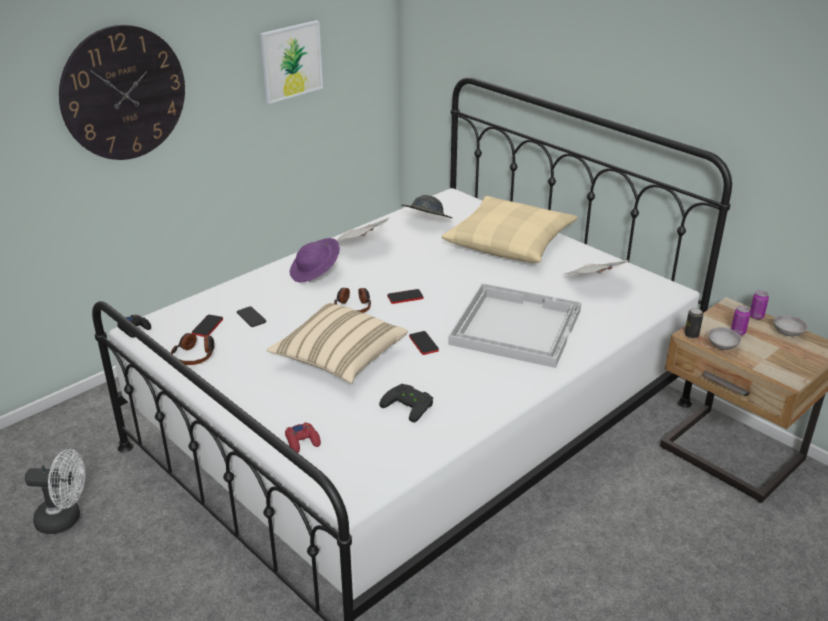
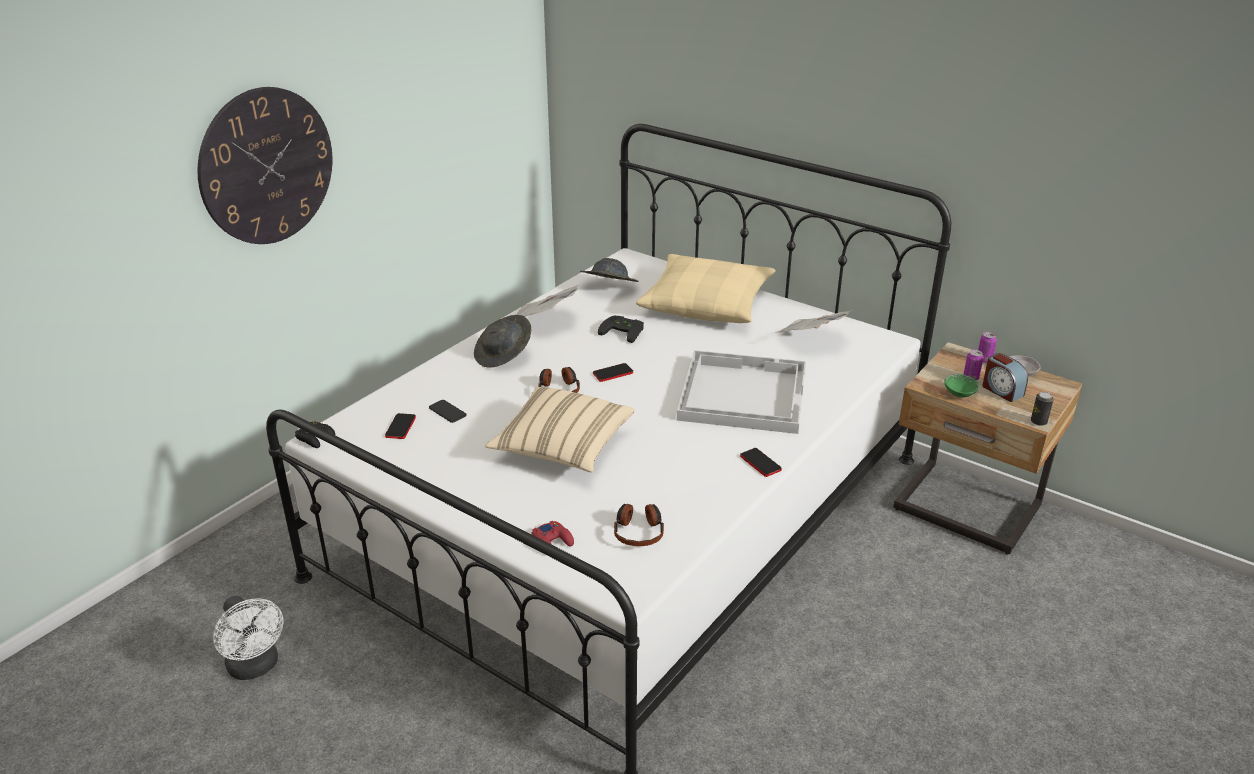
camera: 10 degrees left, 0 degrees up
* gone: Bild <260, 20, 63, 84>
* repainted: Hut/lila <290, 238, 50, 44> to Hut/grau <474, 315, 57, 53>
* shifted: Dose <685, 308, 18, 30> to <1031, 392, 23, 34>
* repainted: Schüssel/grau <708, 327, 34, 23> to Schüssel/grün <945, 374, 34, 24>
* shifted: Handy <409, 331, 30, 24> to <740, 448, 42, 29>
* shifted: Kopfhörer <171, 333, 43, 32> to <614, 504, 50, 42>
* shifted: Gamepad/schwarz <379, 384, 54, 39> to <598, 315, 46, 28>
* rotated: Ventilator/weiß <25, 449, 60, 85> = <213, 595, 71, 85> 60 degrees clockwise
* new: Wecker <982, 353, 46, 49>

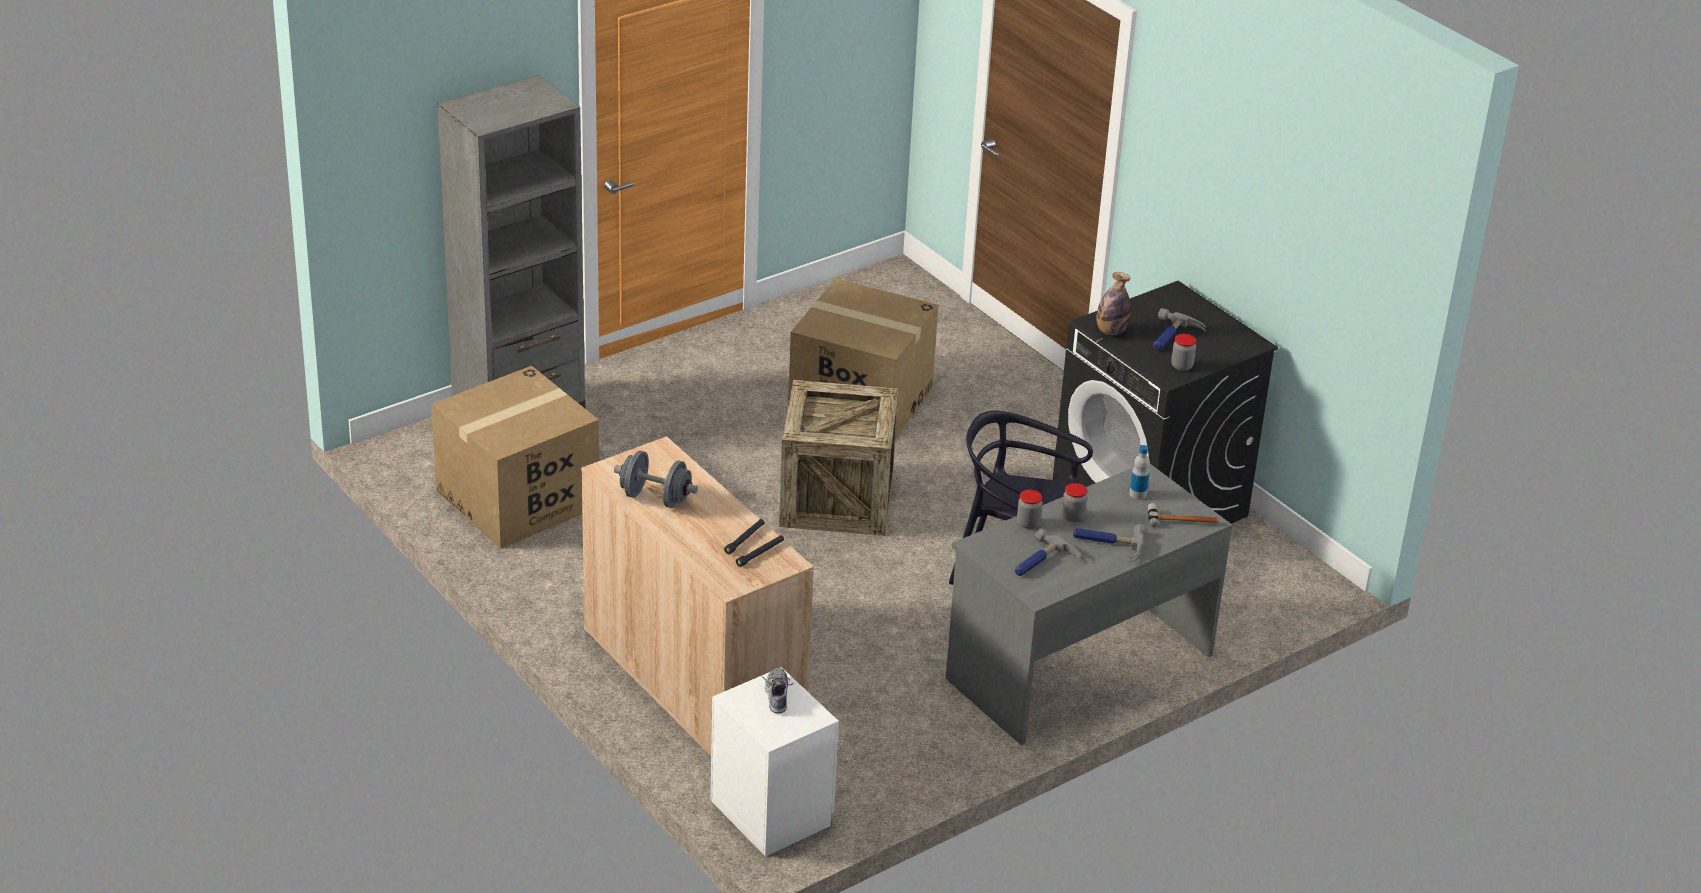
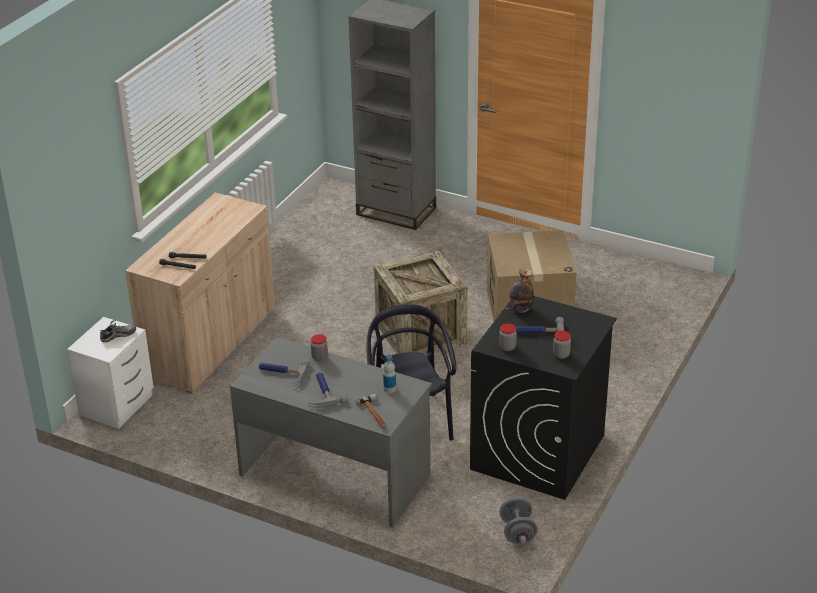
camera: 65 degrees right, 0 degrees up
* gone: Karton <431, 366, 168, 183>
* shifted: Hantel/grau <614, 450, 84, 58> to <499, 497, 39, 48>
* shifted: Vorratsglas <1062, 483, 26, 39> to <553, 331, 18, 28>

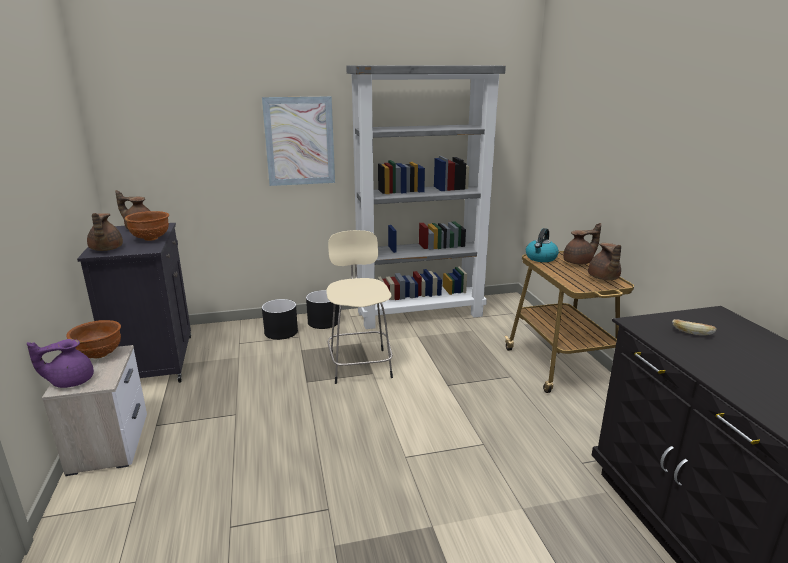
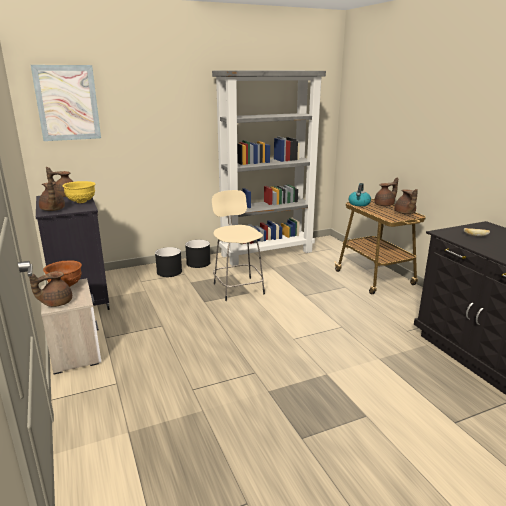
camera: 10 degrees left, 0 degrees up
* shifted: Bild <262, 96, 73, 90> to <31, 65, 70, 76>
* repainted: Schüssel/braun <125, 211, 44, 30> to Schüssel/gelb <63, 181, 33, 22>
* repainted: Teekanne/lila <27, 339, 67, 49> to Teekanne/braun <29, 271, 43, 36>

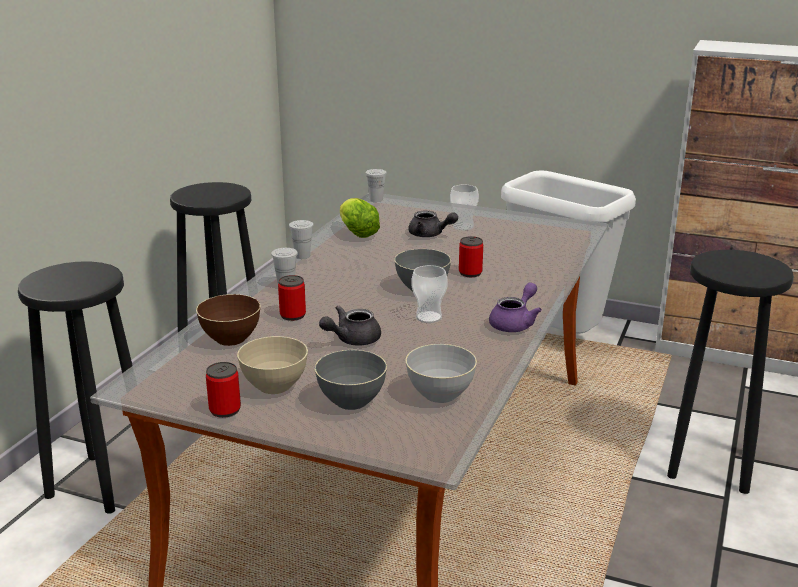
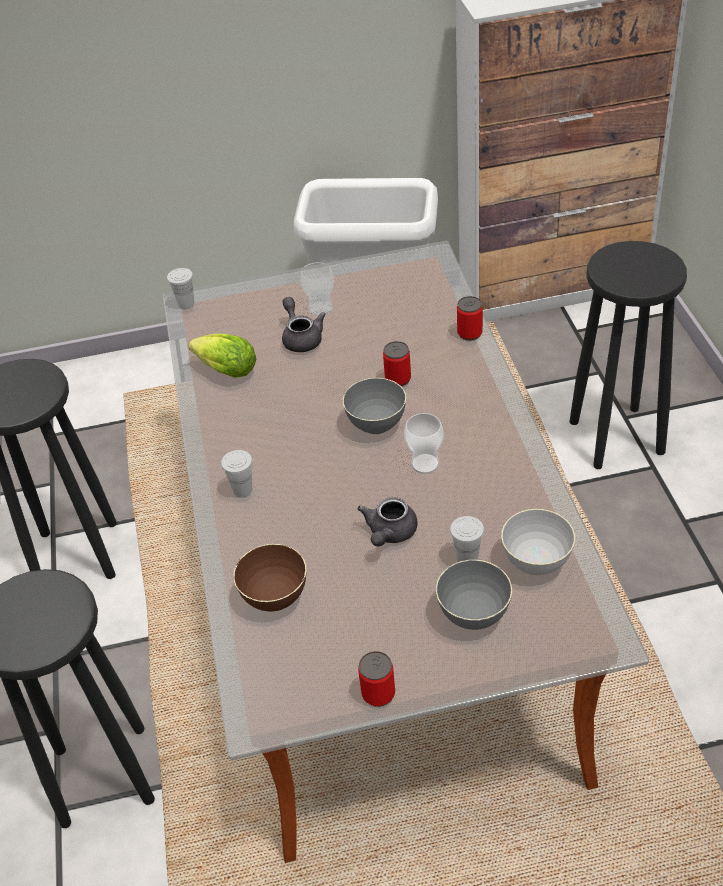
camera: 30 degrees left, 20 degrees up
* rotated: Teekanne/grau <408, 211, 50, 26> = <282, 297, 44, 55> 105 degrees counterclockwise
* shifted: Tasse/weiß <289, 220, 24, 39> to <450, 516, 34, 46>
* shifted: Dose <278, 275, 28, 46> to <457, 296, 26, 45>
* gone: Teekanne/lila <489, 282, 53, 50>
* gone: Schüssel/beige <237, 336, 71, 58>

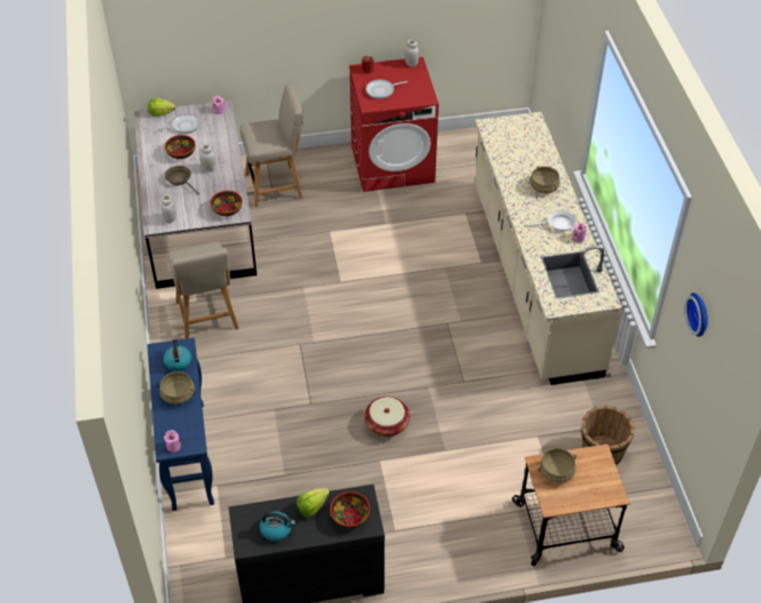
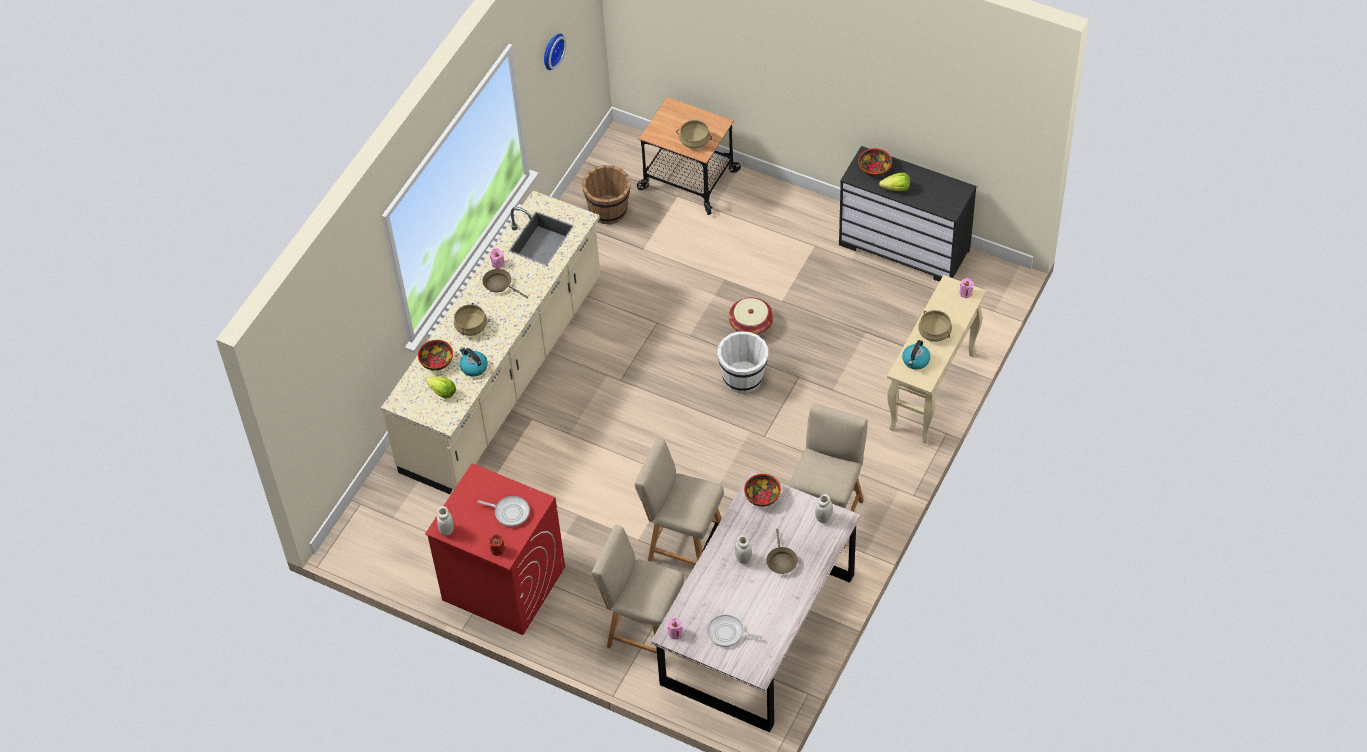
camera: 140 degrees left, 5 degrees up
* shifted: Salatkopf <148, 98, 28, 18> to <425, 376, 31, 23>
* shifted: Schüssel <165, 135, 31, 24> to <418, 340, 35, 31>
* repainted: Pfanne/weiß <527, 210, 49, 22> to Pfanne/braun <482, 269, 46, 29>
* repainted: Konsolentisch/blau <147, 338, 67, 173> to Konsolentisch/beige <887, 275, 99, 169>
* shifted: Wasserkessel <260, 511, 35, 30> to <460, 347, 28, 30>
* new: Eimer/weiß <718, 331, 50, 62>
* new: Stuhl/beige <635, 438, 89, 127>

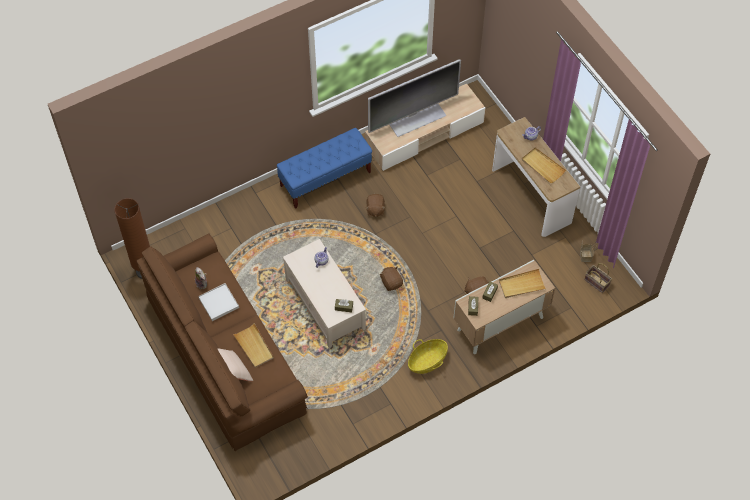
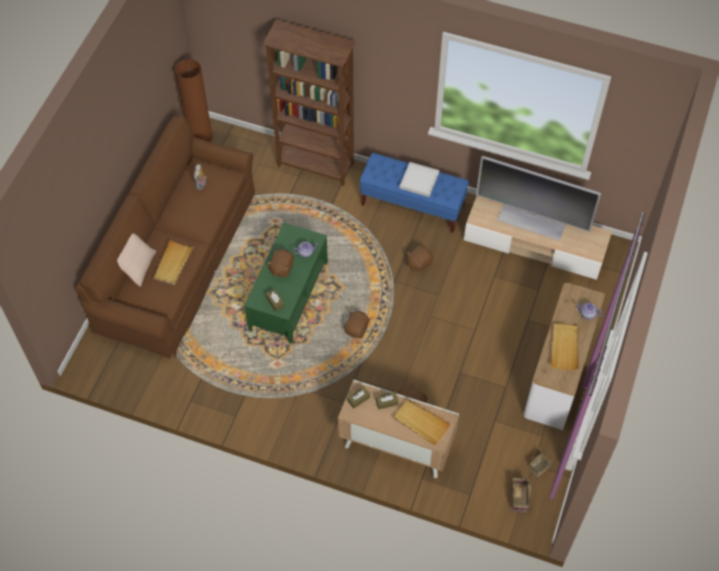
camera: 50 degrees right, 0 degrees up
* repainted: Couchtisch/beige <283, 239, 83, 109> to Couchtisch/grün <244, 223, 84, 120>
* shifted: Tablett/weiß <198, 283, 41, 38> to <399, 162, 40, 35>
* gone: Korb <408, 339, 40, 35>
* new: Bücherregal/braun <262, 20, 94, 166>
* new: Plüschtier/braun <267, 249, 27, 28>

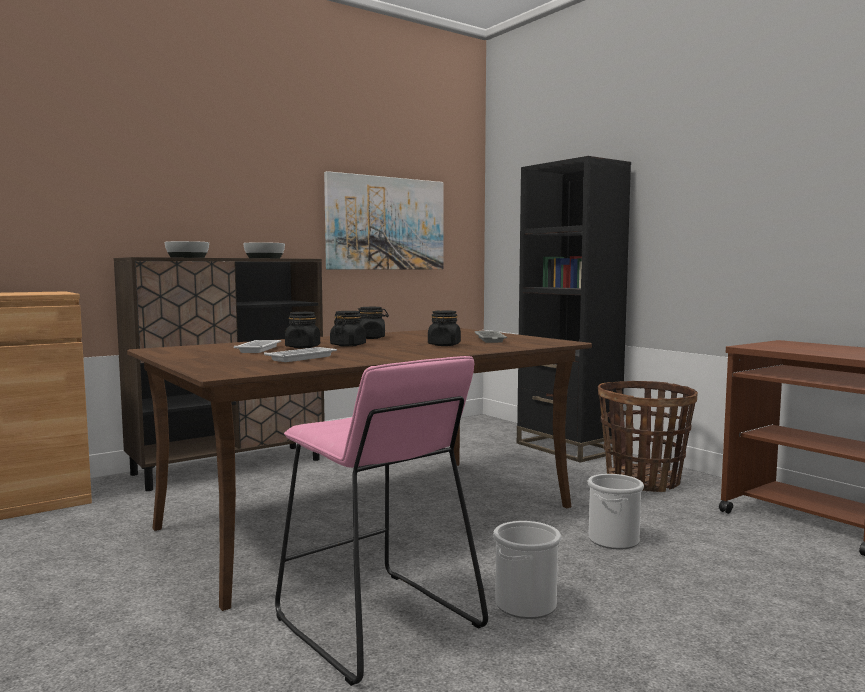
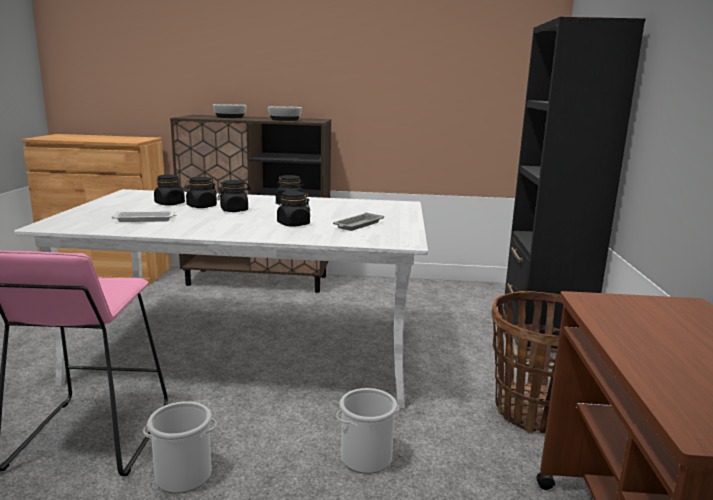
camera: 40 degrees right, 10 degrees up
* gone: Bild <324, 171, 120, 99>
* repainted: Esstisch/braun <127, 328, 465, 283> to Esstisch/weiß <14, 189, 414, 220>
* swapped: Tablett/weiß <234, 340, 47, 13> to Vorratsglas/schwarz <154, 174, 31, 32>

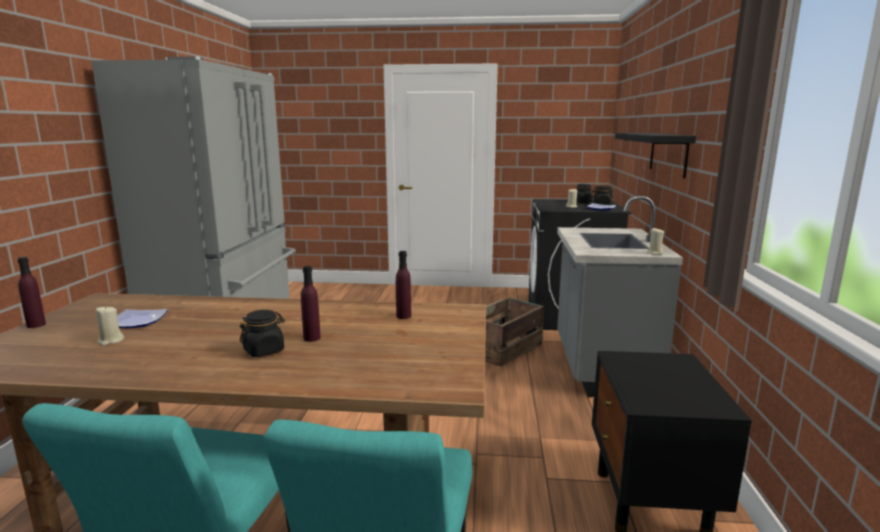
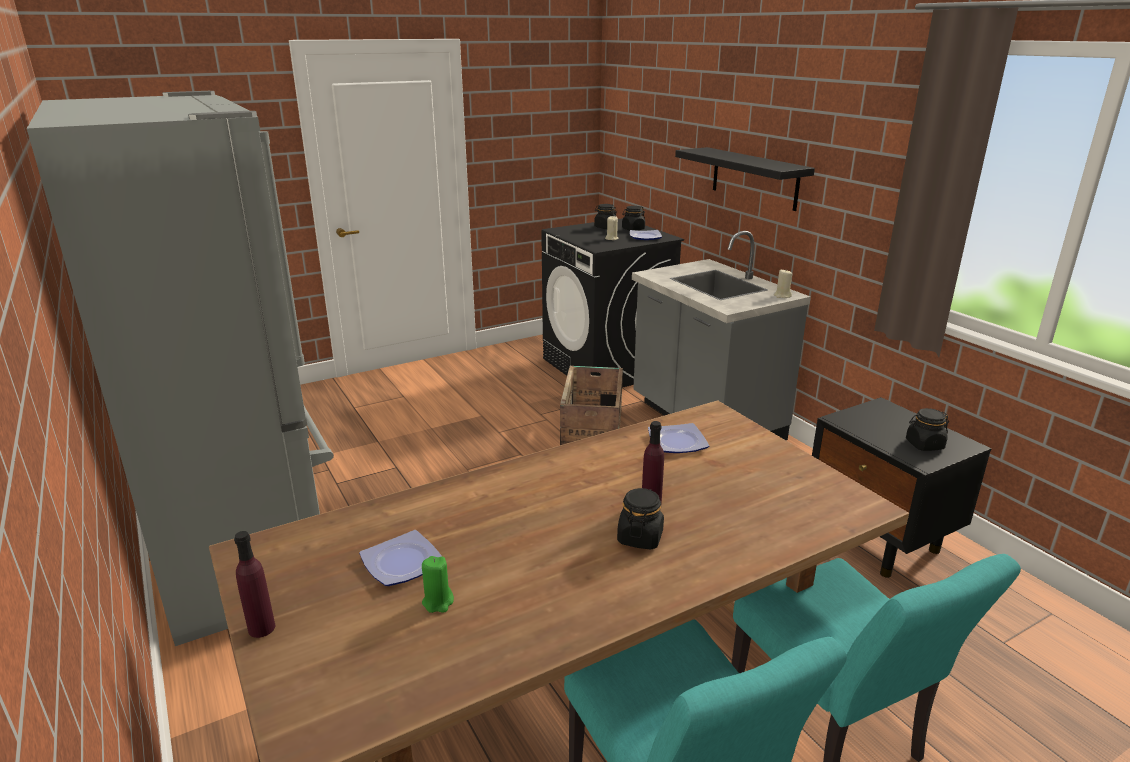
camera: 35 degrees left, 10 degrees up
* swapped: Flasche/lila <396, 251, 15, 68> to Teller <648, 423, 61, 30>
* repainted: Kerze/beige <96, 306, 28, 40> to Kerze/grün <422, 556, 32, 57>
* new: Vorratsglas/schwarz <906, 408, 43, 43>

